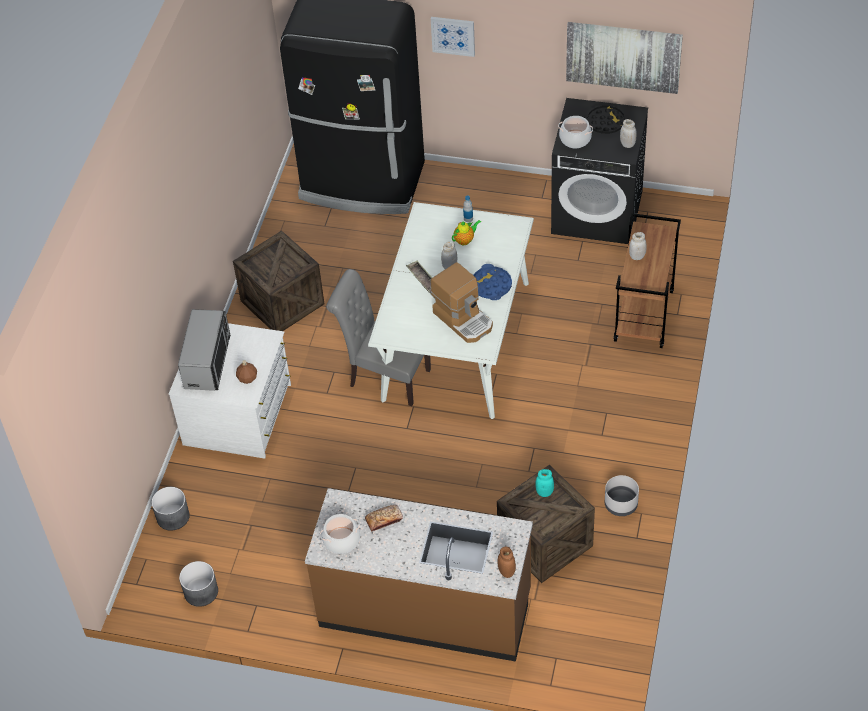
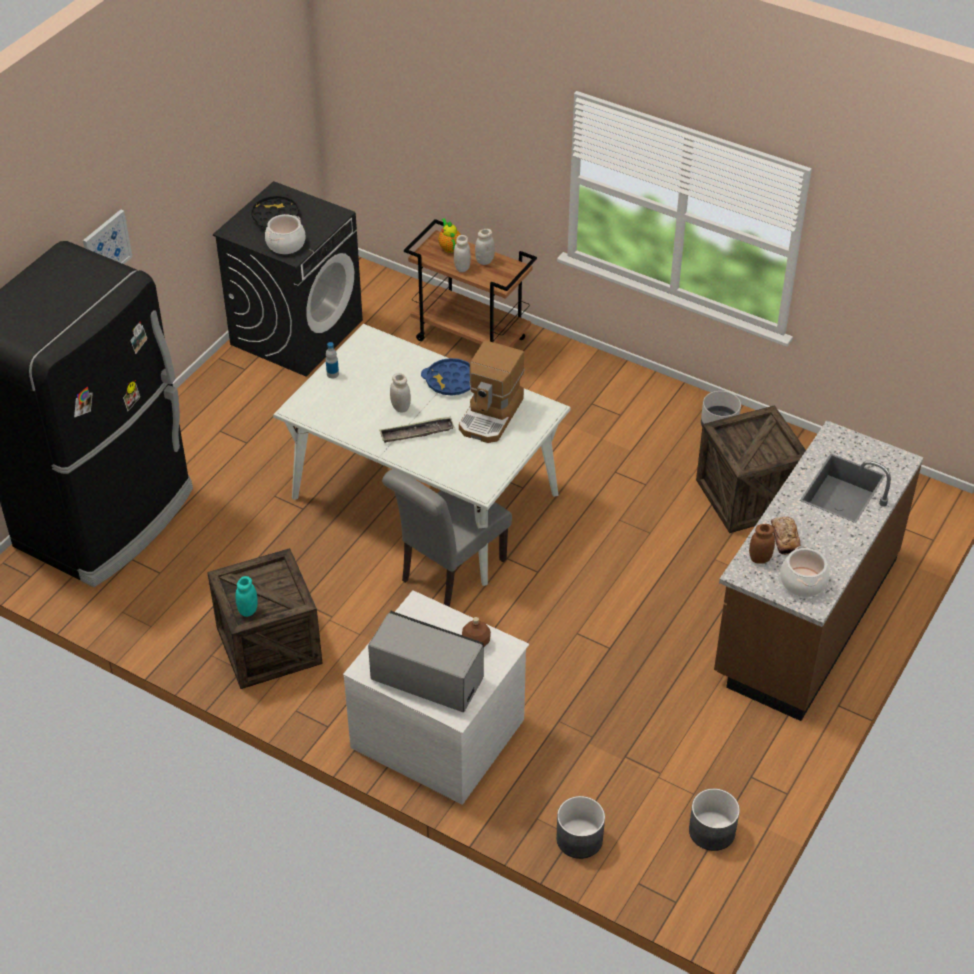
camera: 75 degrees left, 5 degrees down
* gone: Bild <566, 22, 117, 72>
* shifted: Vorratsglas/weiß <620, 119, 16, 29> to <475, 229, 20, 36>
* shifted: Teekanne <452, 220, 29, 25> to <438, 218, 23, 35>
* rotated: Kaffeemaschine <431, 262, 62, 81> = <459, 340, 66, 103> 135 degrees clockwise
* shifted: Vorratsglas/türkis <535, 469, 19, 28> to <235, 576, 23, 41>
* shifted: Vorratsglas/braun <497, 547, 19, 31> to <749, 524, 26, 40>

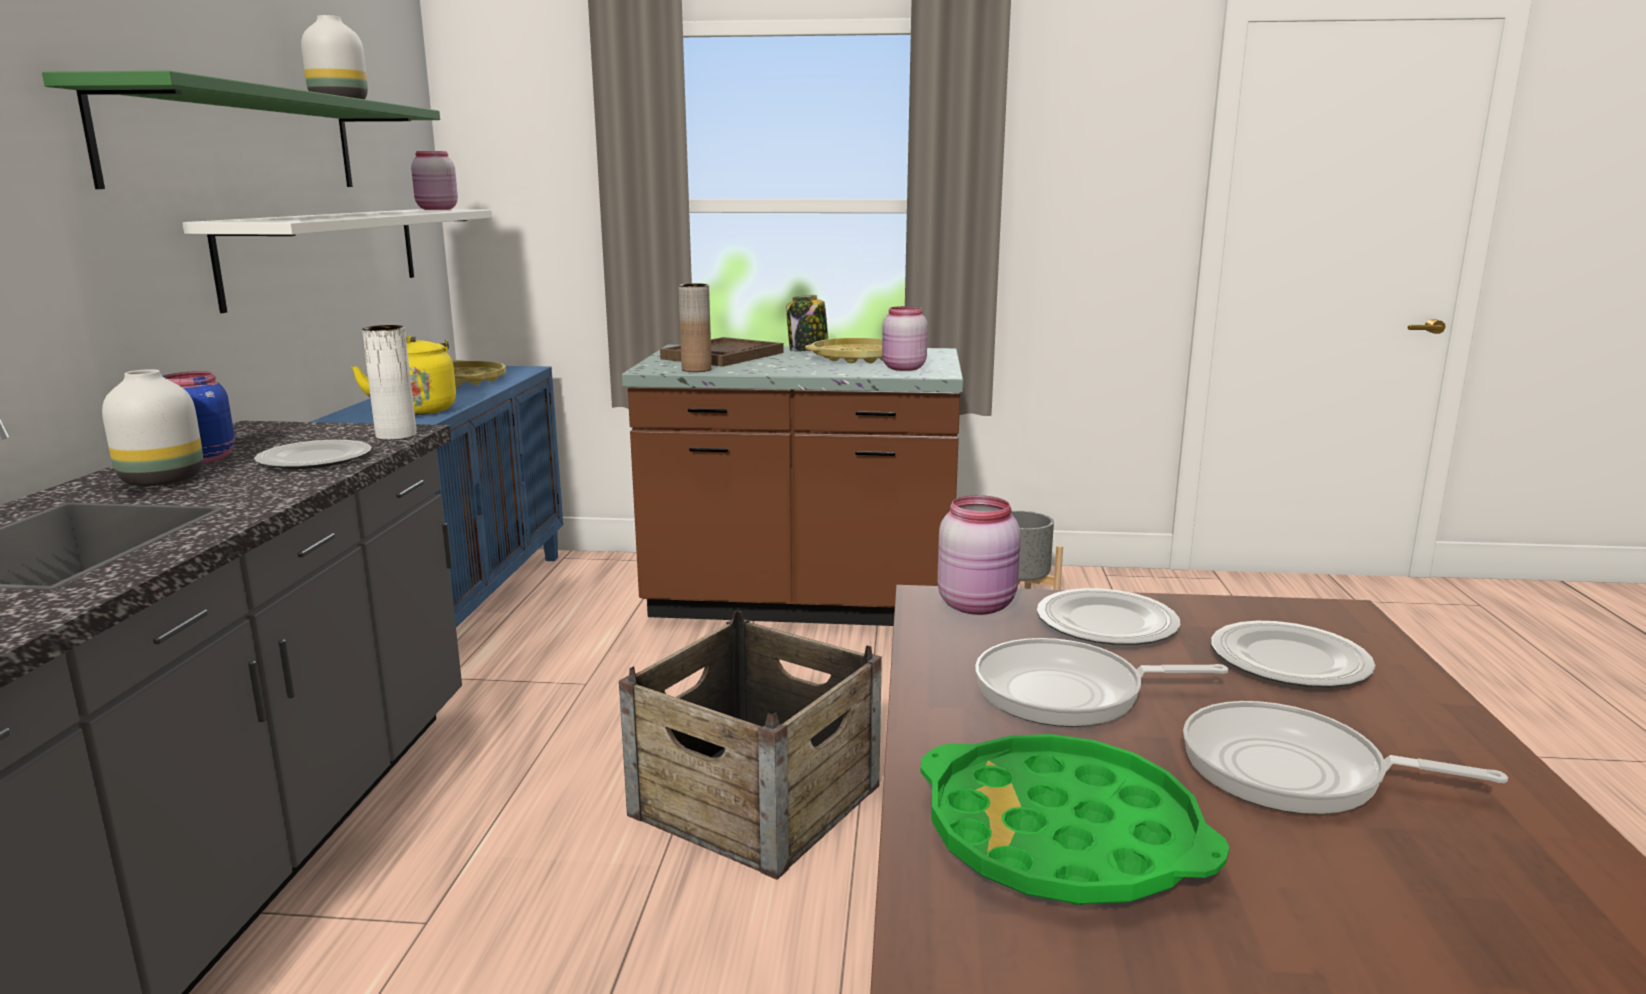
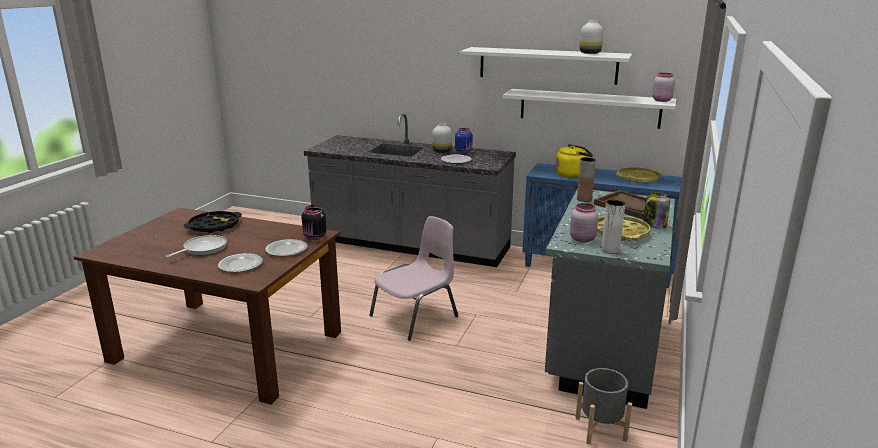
camera: 105 degrees right, 5 degrees up
* repainted: Wandregal/grün <42, 71, 398, 118> to Wandregal/weiß <460, 47, 172, 38>
* shifted: Vase/weiß <362, 325, 55, 115> to <601, 200, 24, 54>
* repainted: Küchenzeile/braun <622, 345, 341, 281> to Küchenzeile/grau <545, 188, 130, 221>
* repainted: Vorratsglas/rosa <937, 495, 84, 120> to Vorratsglas/schwarz <302, 205, 24, 35>
* swapped: Kiste <619, 610, 263, 270> to Stuhl/rosa <369, 216, 89, 125>
* gone: Pfanne <975, 638, 253, 89>
* repainted: Tablett/grün <920, 734, 309, 171> to Tablett/schwarz <184, 211, 58, 22>

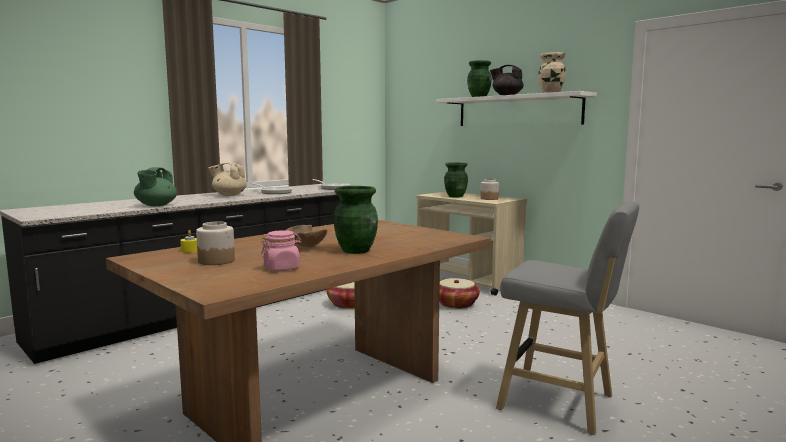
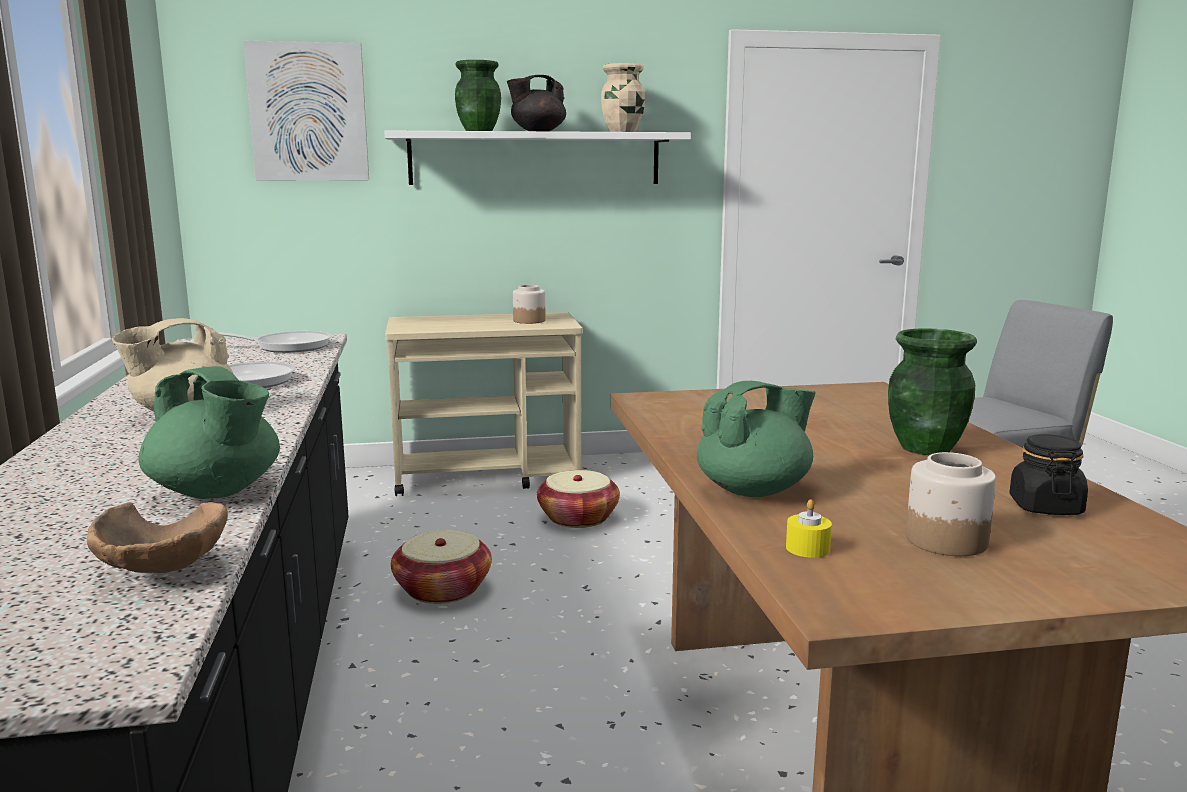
camera: 55 degrees left, 5 degrees up
* gone: Vase/grün <444, 162, 24, 36>
* shifted: Schüssel/braun <286, 225, 41, 22> to <87, 502, 141, 71>
* repainted: Vorratsglas/rosa <261, 230, 41, 41> to Vorratsglas/schwarz <1009, 434, 79, 81>
* new: Bild <243, 41, 126, 140>
* new: Teekanne/grün <697, 381, 119, 116>

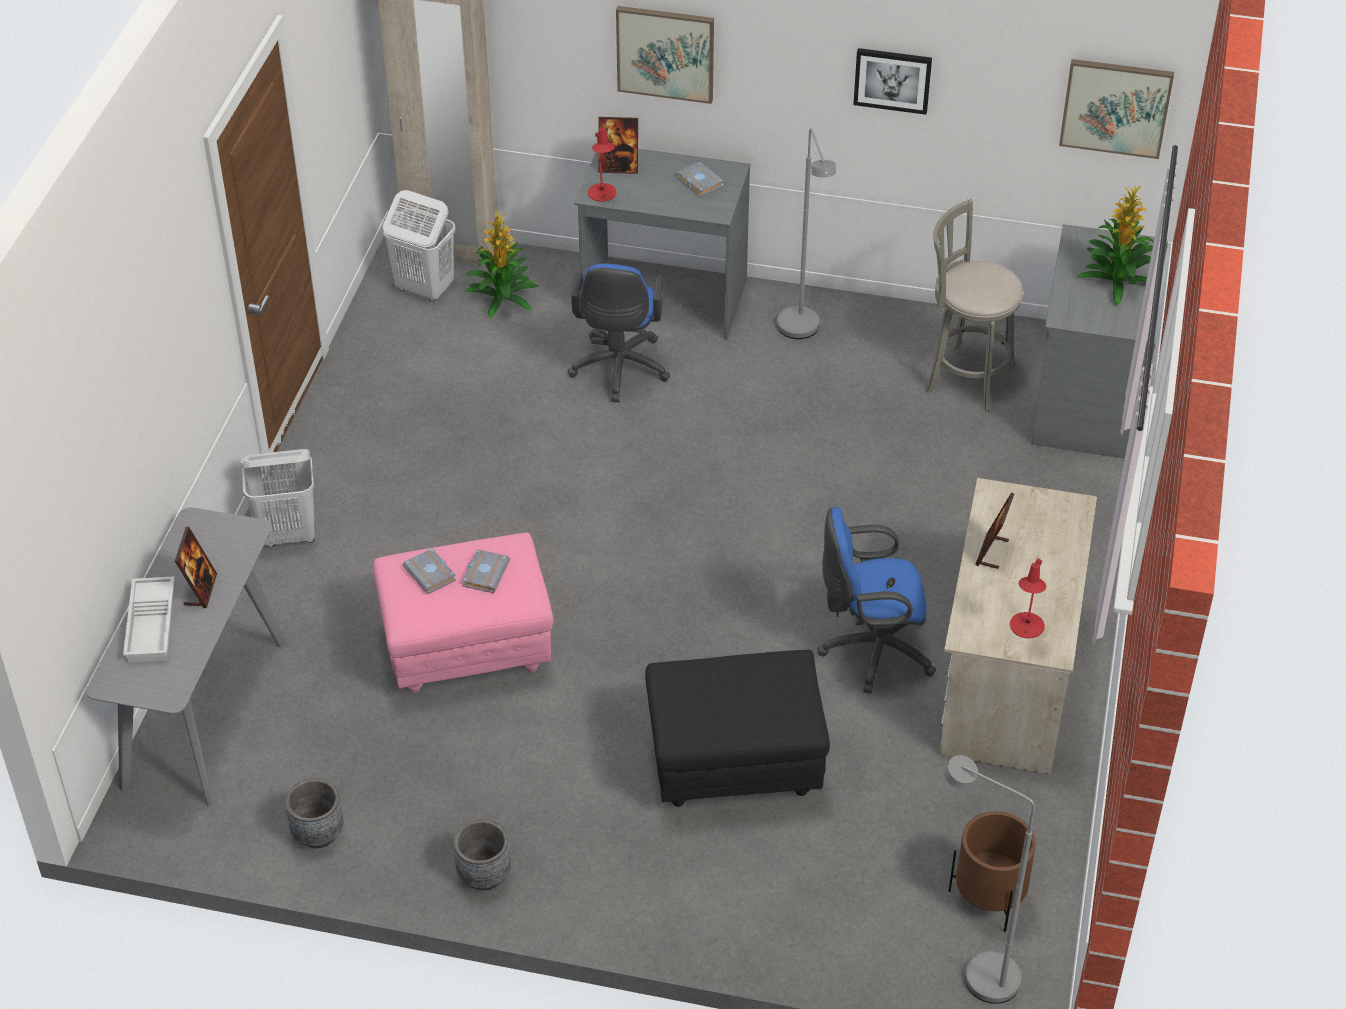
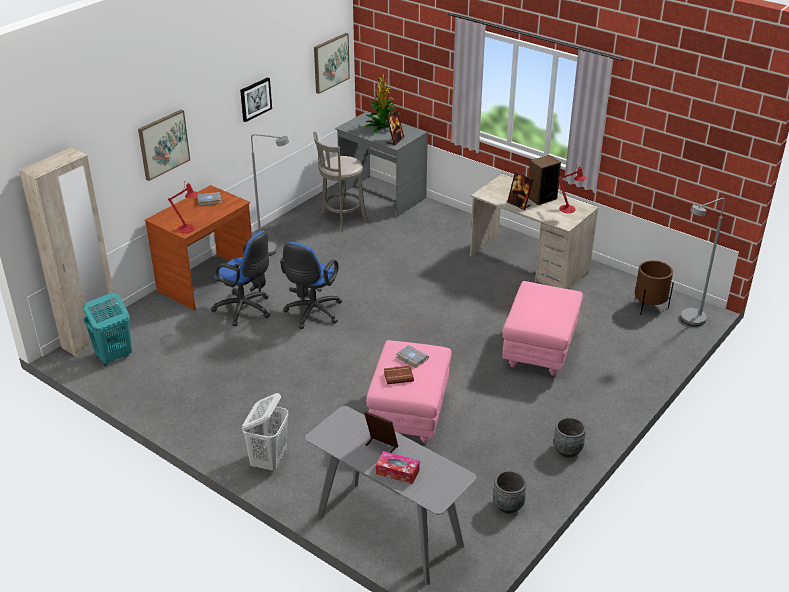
camera: 65 degrees left, 10 degrees down
* shifted: Bilderrahmen <598, 117, 40, 57> to <387, 110, 17, 36>
* repainted: Schreibtisch/grau <574, 149, 176, 190> to Schreibtisch/braun <145, 185, 107, 126>
* repainted: Wäschekorb/weiß <383, 190, 73, 111> to Wäschekorb/türkis <84, 293, 48, 73>
* gone: Topfpflanze <465, 209, 74, 109>
* shifted: Bürostuhl/blau <817, 507, 119, 187> to <280, 242, 62, 87>
* repainted: Buch/grau <403, 548, 53, 46> to Buch/braun <384, 366, 30, 18>
* swapped: Tablett/weiß <123, 577, 52, 86> to Taschentuchbox <376, 451, 44, 33>
* repainted: Polsterhocker/schwarz <645, 650, 185, 157> to Polsterhocker/rosa <502, 281, 81, 95>
* new: Lautsprecher <528, 155, 33, 50>

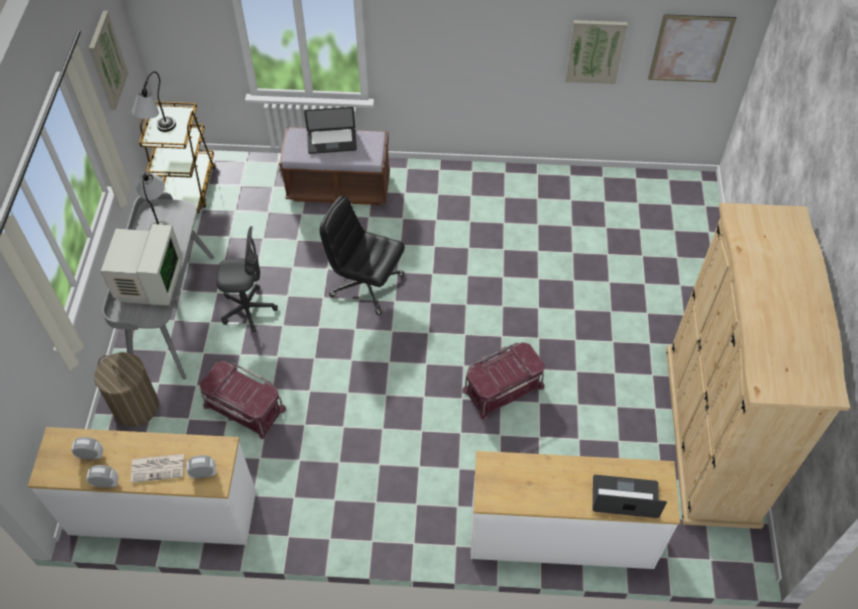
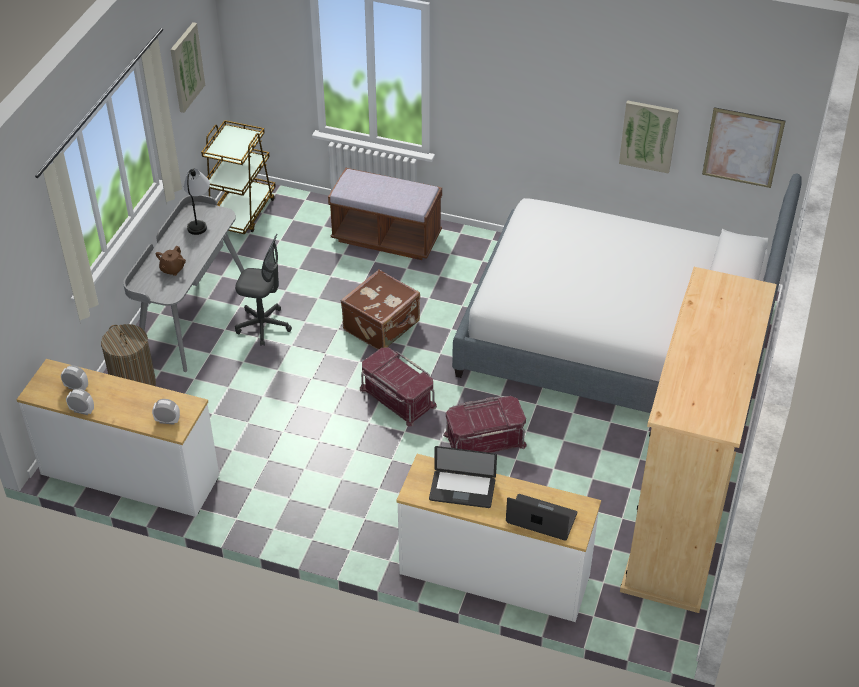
camera: 15 degrees right, 10 degrees down
* gone: Tischlampe <132, 71, 44, 61>
* shifted: Laptop <304, 107, 53, 47> to <429, 446, 68, 62>
* swapped: Bürostuhl/schwarz <320, 196, 85, 119> to Koffer/braun <341, 269, 79, 81>
* swapped: Monitor <101, 224, 82, 82> to Teekanne/braun <155, 246, 31, 30>
* shifted: Aufbewahrungsbox/rot <200, 361, 86, 78> to <360, 348, 77, 78>
* gone: Zeitung <131, 454, 53, 29>
* new: Bett <452, 173, 349, 262>

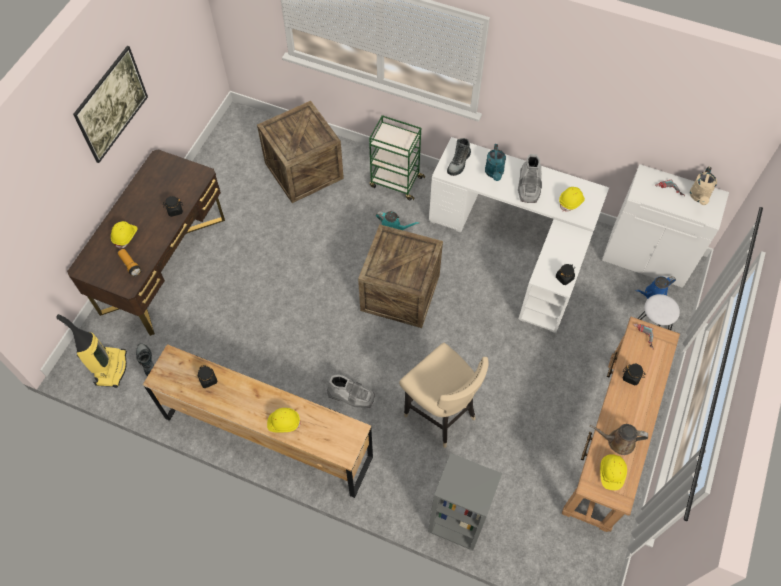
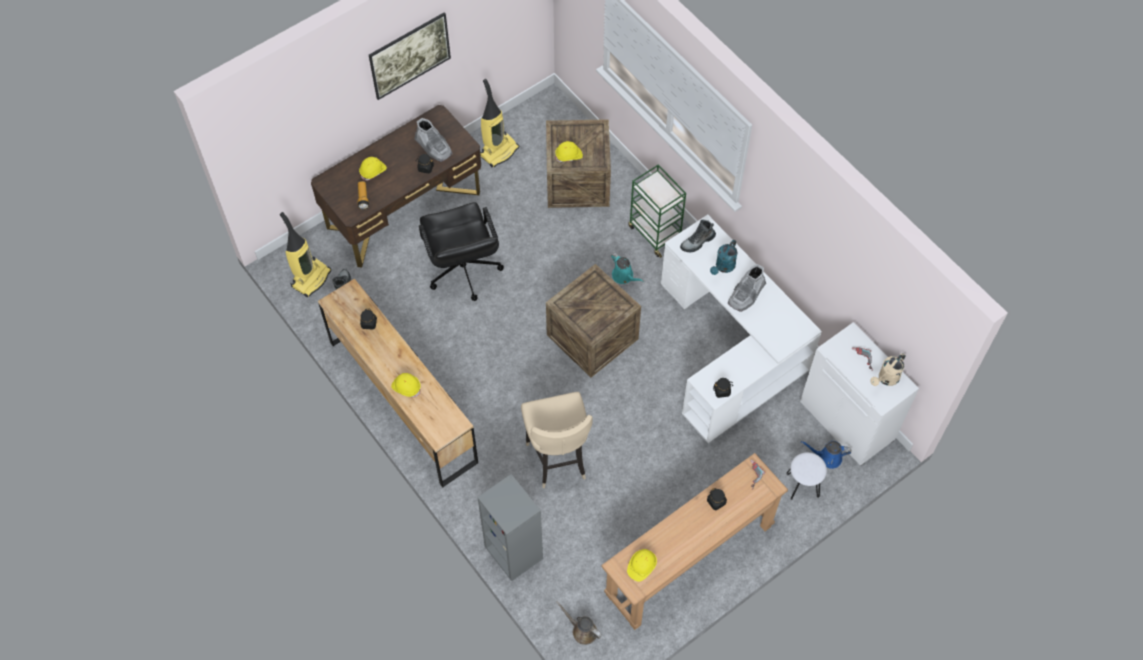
camera: 30 degrees right, 0 degrees up
* shifted: Schutzhelm/gelb <559, 187, 26, 25> to <555, 141, 28, 21>
* shifted: Stiefel/grau <327, 375, 48, 33> to <414, 118, 39, 44>
* shifted: Gießkanne/braun <590, 424, 58, 31> to <556, 601, 46, 44>
* new: Staubsauger <480, 79, 39, 89>
* new: Bürostuhl/schwarz <419, 202, 85, 99>

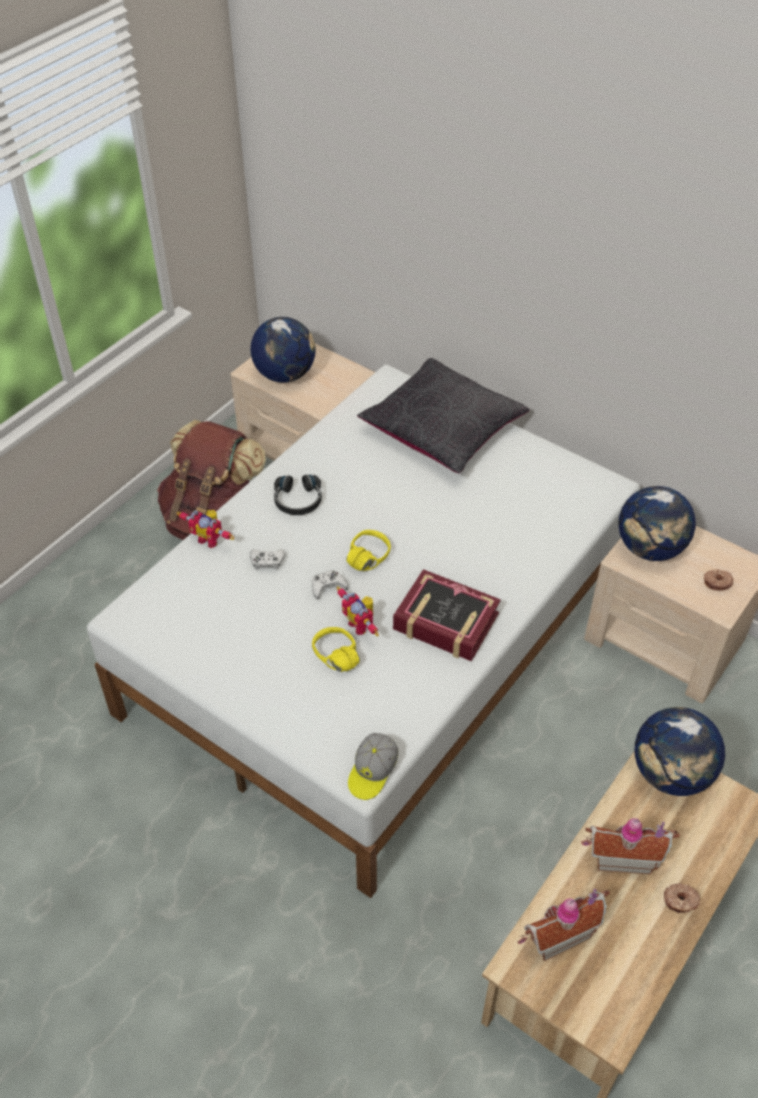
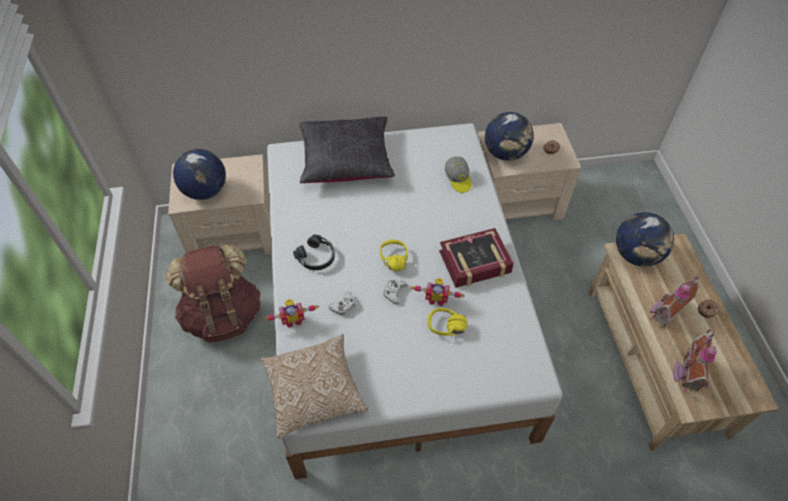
camera: 45 degrees left, 5 degrees up
* shifted: Kappe <348, 733, 50, 67> to <445, 156, 27, 37>
* new: Kissen <261, 334, 108, 104>

